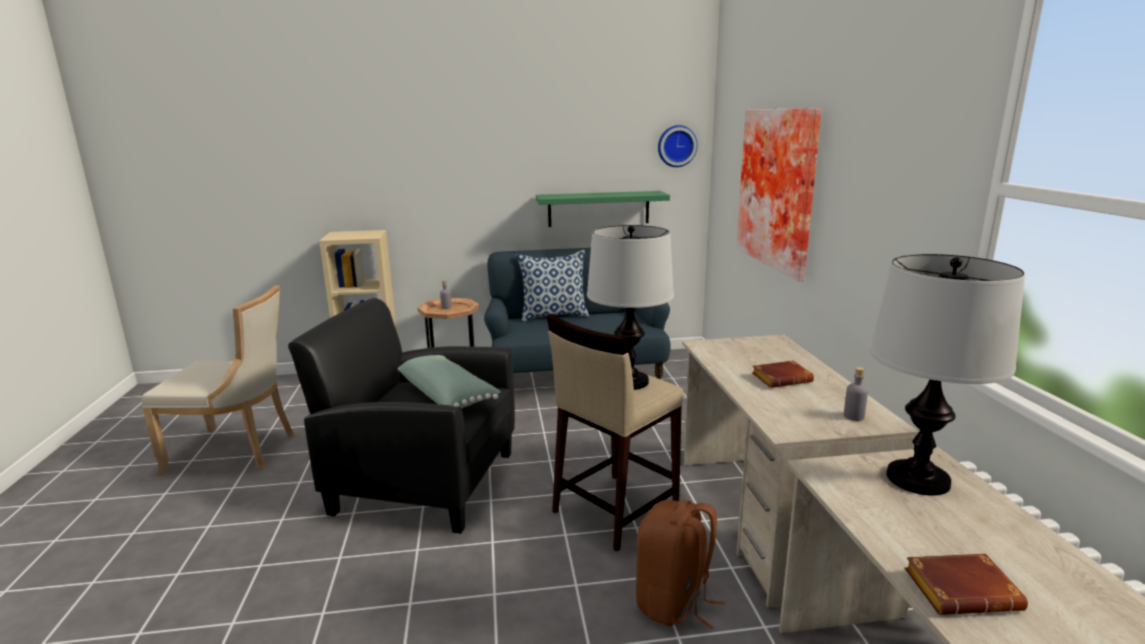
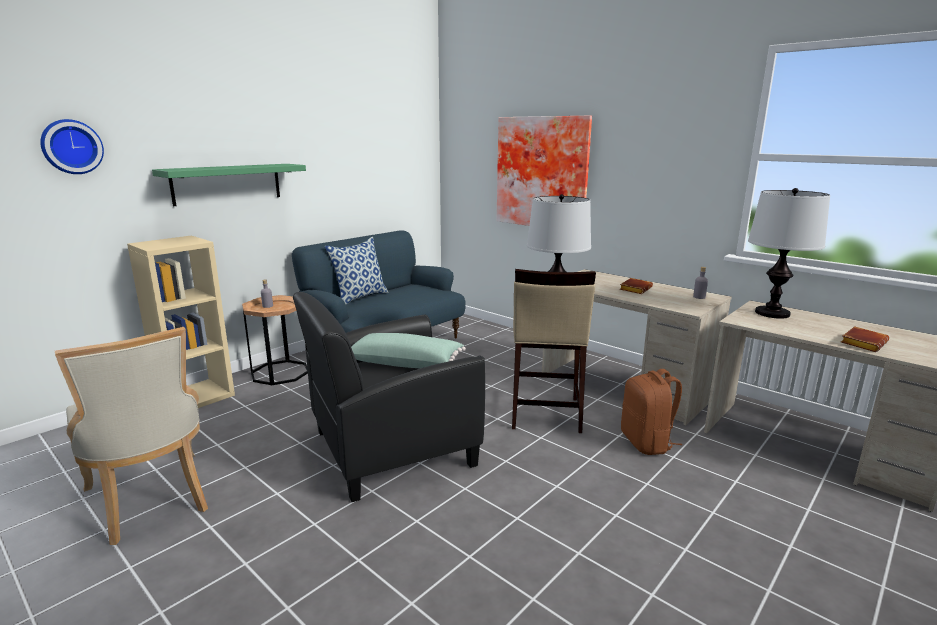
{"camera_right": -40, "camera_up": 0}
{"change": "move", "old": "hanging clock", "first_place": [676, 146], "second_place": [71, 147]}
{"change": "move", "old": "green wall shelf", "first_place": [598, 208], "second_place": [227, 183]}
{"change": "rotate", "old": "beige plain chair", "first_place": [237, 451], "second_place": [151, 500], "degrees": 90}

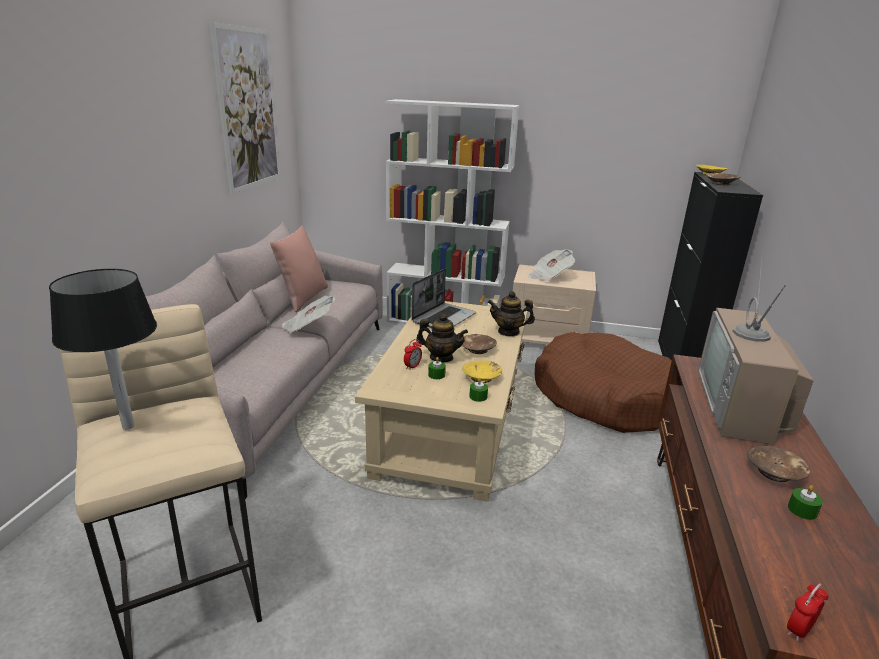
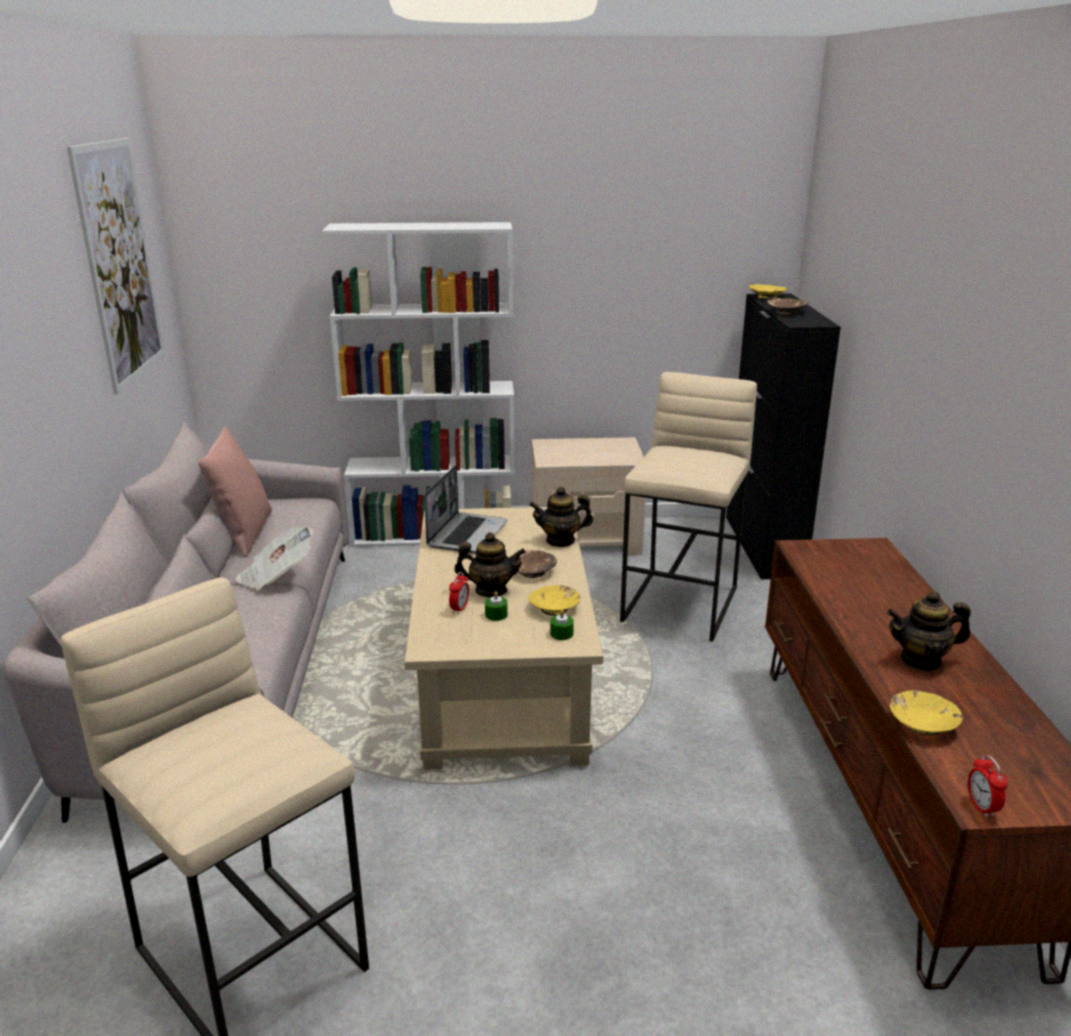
{"camera_right": -15, "camera_up": 0}
{"change": "delete", "old": "daily paper", "first_place": [549, 276]}
{"change": "delete", "old": "TV set", "first_place": [741, 406]}
{"change": "delete", "old": "black-coloured tabletop lamp", "first_place": [128, 426]}
{"change": "replace", "old": "brownish dog bed", "new": "beige stool seat", "first_place": [602, 396], "second_place": [681, 605]}
{"change": "replace", "old": "brownish deep dish", "new": "pot for tea", "first_place": [775, 472], "second_place": [921, 660]}
{"change": "delete", "old": "green wax light", "first_place": [802, 510]}
{"change": "rotate", "old": "alarm clock", "first_place": [798, 630], "second_place": [981, 807], "degrees": -45}
{"change": "insert", "new": "yellow-coloured deep dish", "second_place": [923, 723]}

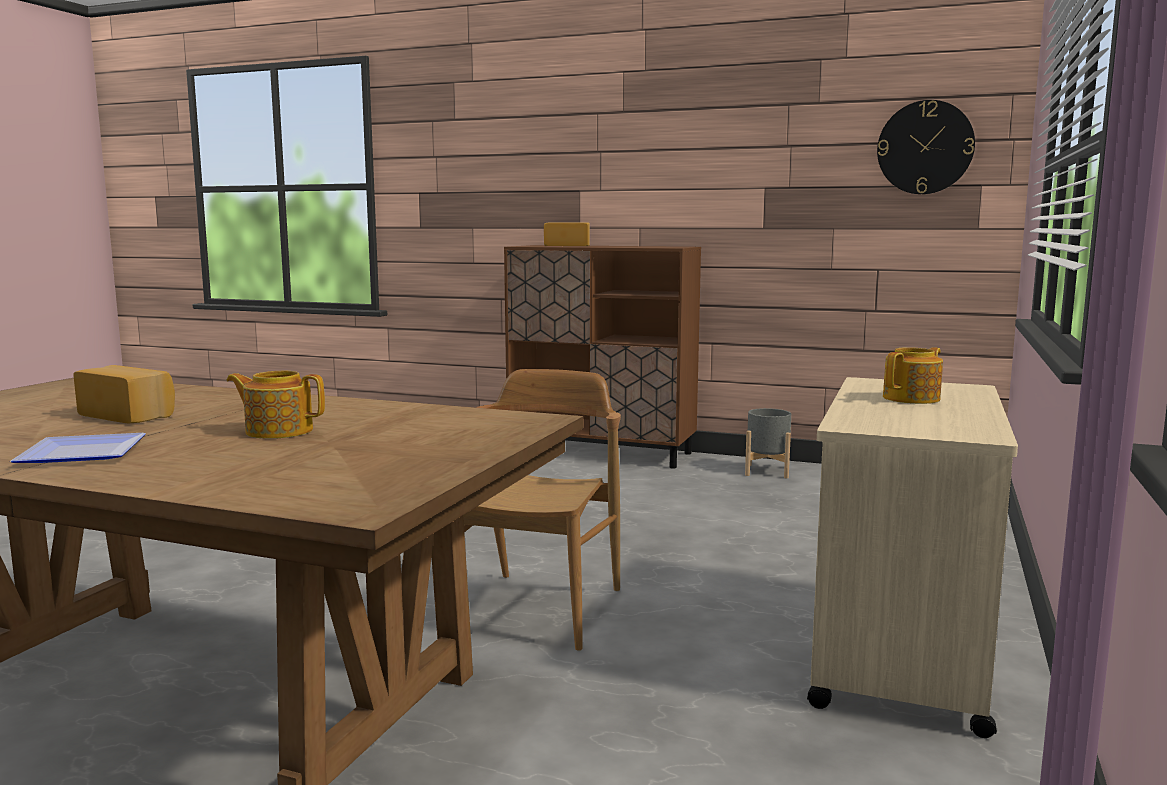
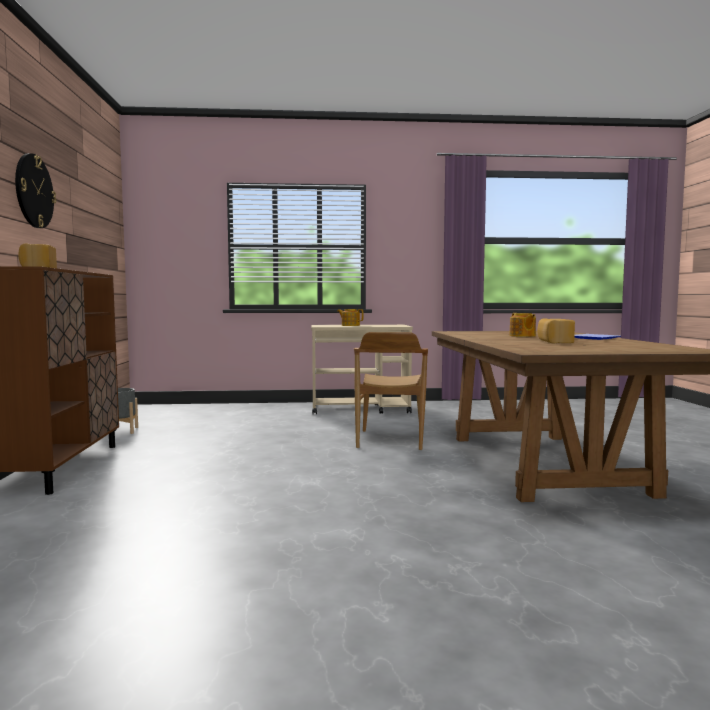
{"camera_right": -115, "camera_up": -5}
{"change": "move", "old": "hanging clock", "first_place": [925, 147], "second_place": [34, 191]}
{"change": "rotate", "old": "brownish plain chair", "first_place": [539, 609], "second_place": [390, 440], "degrees": -75}

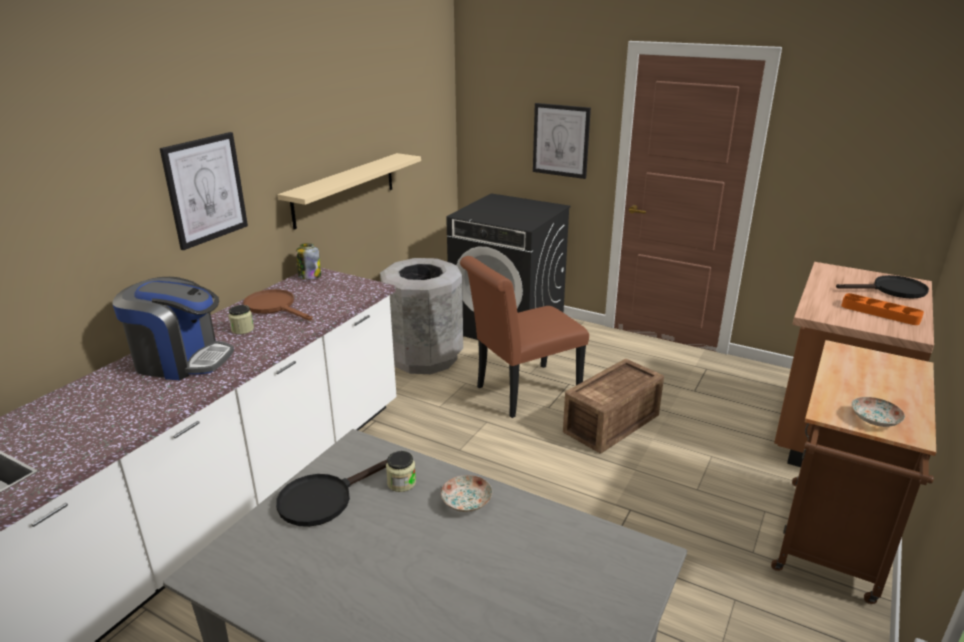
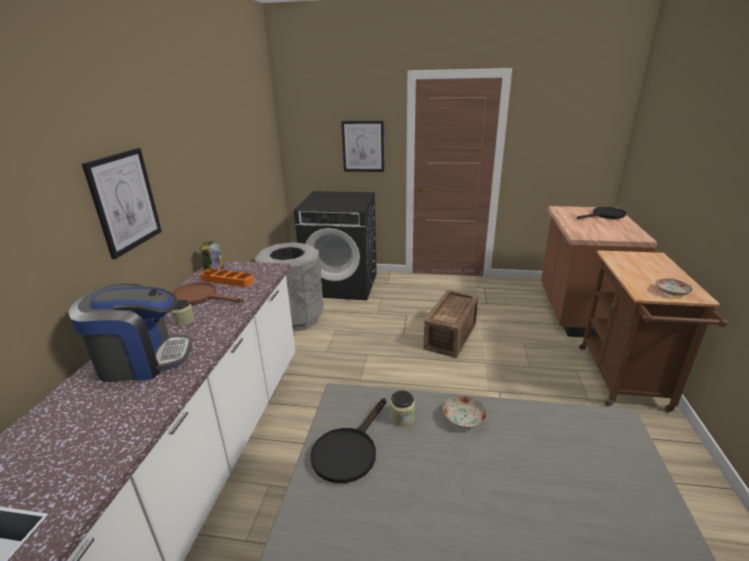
{"camera_right": -20, "camera_up": 0}
{"change": "delete", "old": "beige wall shelf", "first_place": [344, 189]}
{"change": "delete", "old": "brownish plain chair", "first_place": [522, 392]}
{"change": "move", "old": "orangey carrying tray", "first_place": [880, 313], "second_place": [227, 280]}

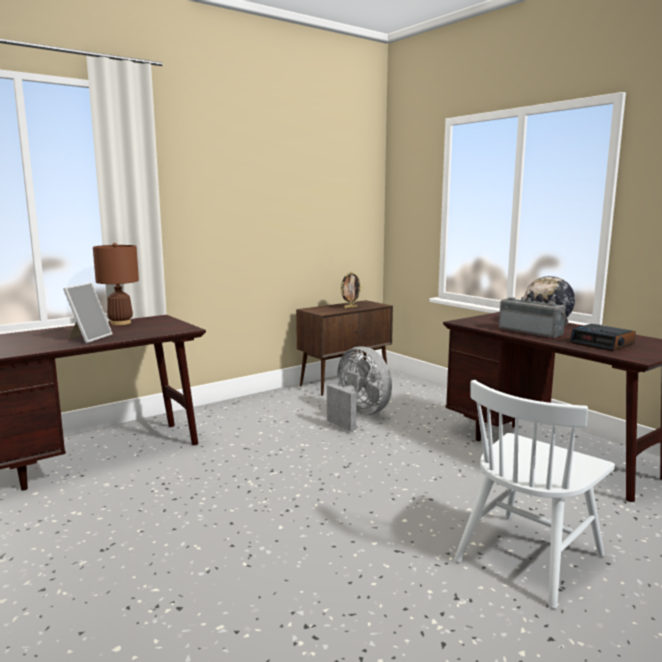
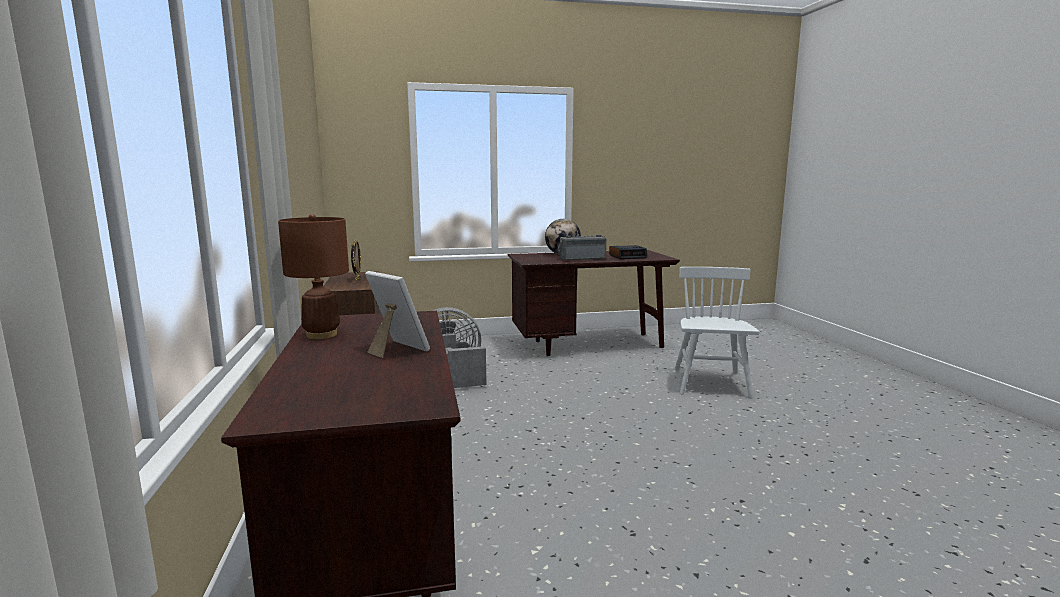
{"camera_right": -65, "camera_up": 0}
{"change": "rotate", "old": "white-coloured plain chair", "first_place": [528, 557], "second_place": [710, 383], "degrees": -150}

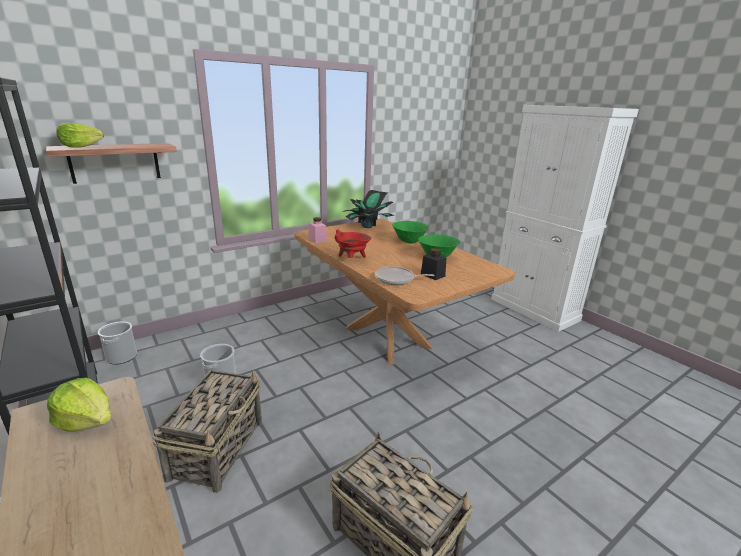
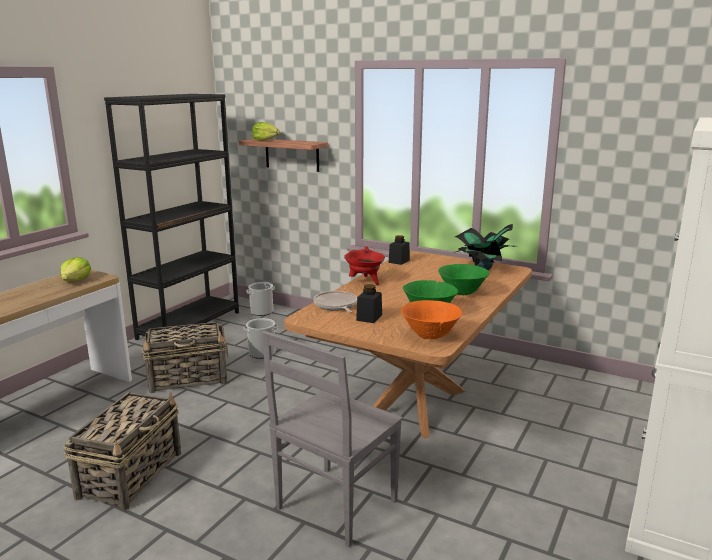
{"camera_right": 65, "camera_up": -5}
{"change": "recolor", "old": "pinkish jar", "new": "black-coloured jar", "first_place": [317, 240], "second_place": [399, 261]}
{"change": "insert", "new": "orangey deep dish", "second_place": [431, 336]}
{"change": "insert", "new": "grey plain chair", "second_place": [334, 506]}

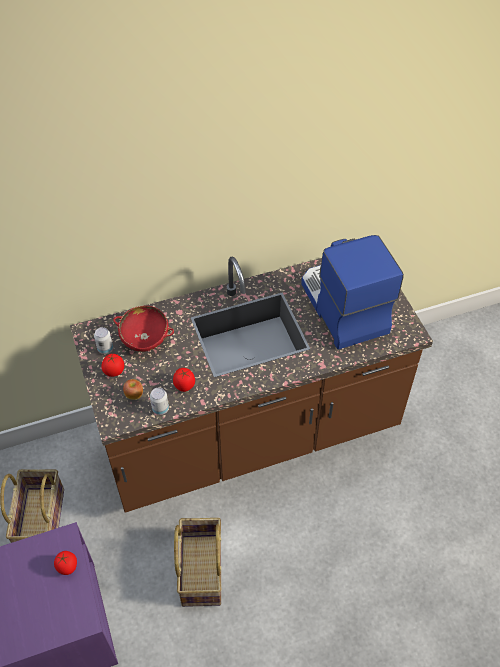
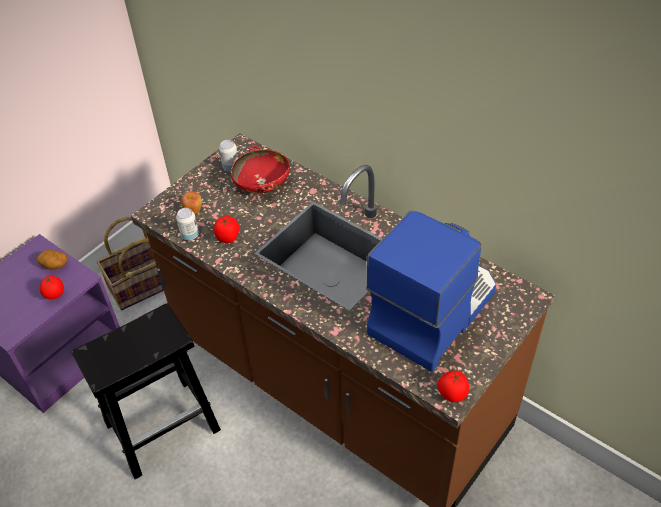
{"camera_right": 60, "camera_up": -5}
{"change": "move", "old": "whole tomato", "first_place": [114, 371], "second_place": [452, 394]}
{"change": "replace", "old": "basket", "new": "black-coloured stool seat", "first_place": [200, 570], "second_place": [164, 425]}
{"change": "insert", "new": "whole potato", "second_place": [54, 264]}

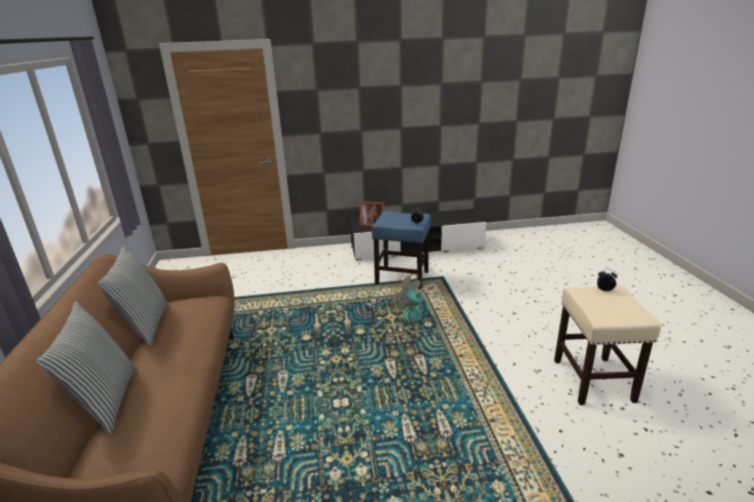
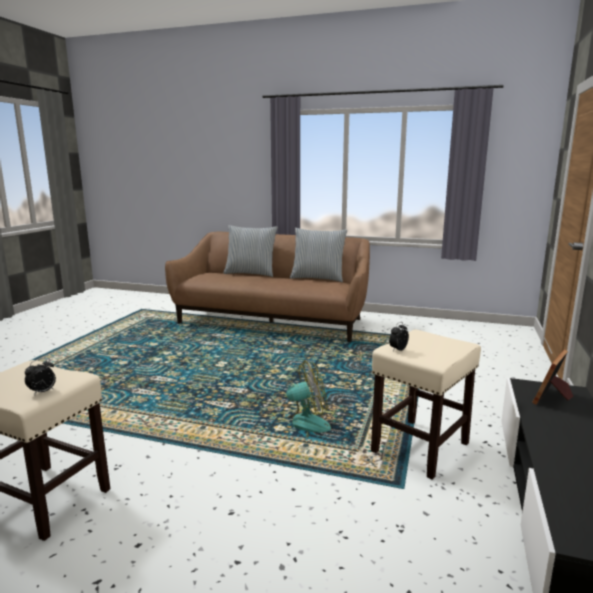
{"camera_right": 115, "camera_up": -10}
{"change": "recolor", "old": "blue-coloured stool seat", "new": "beige stool seat", "first_place": [403, 277], "second_place": [420, 448]}

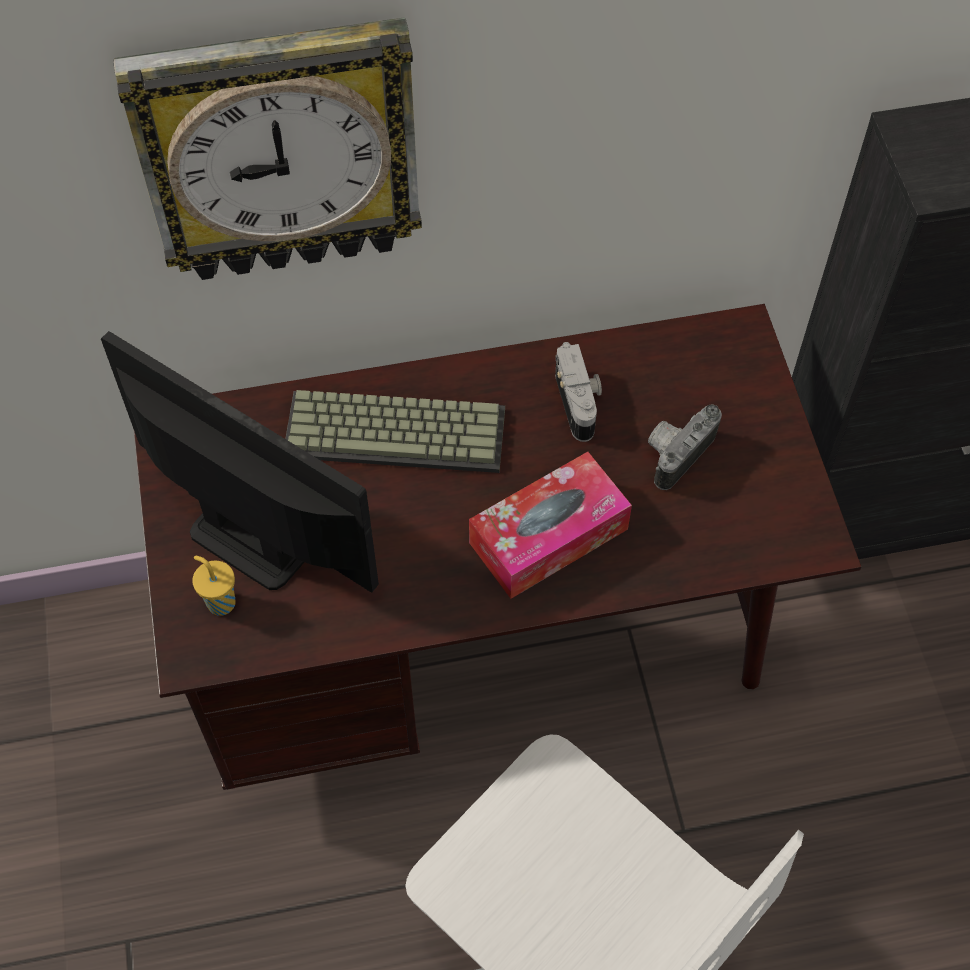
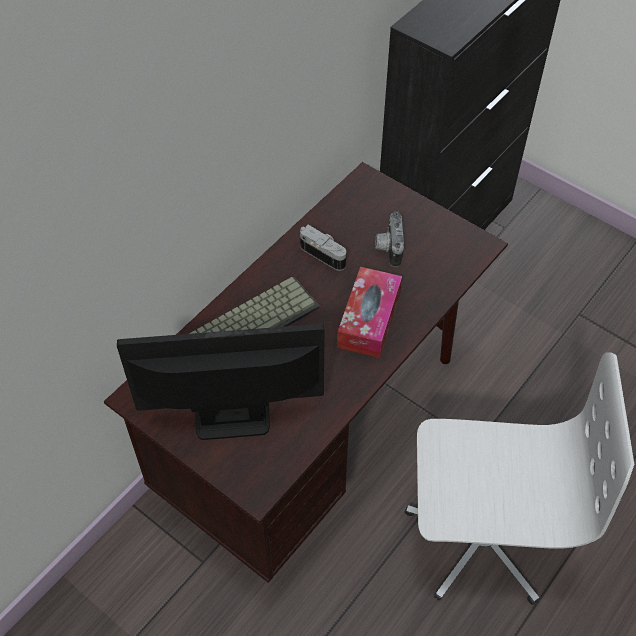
{"camera_right": -40, "camera_up": -5}
{"change": "delete", "old": "hanging clock", "first_place": [279, 152]}
{"change": "delete", "old": "yellow-coloured small cup", "first_place": [220, 602]}

